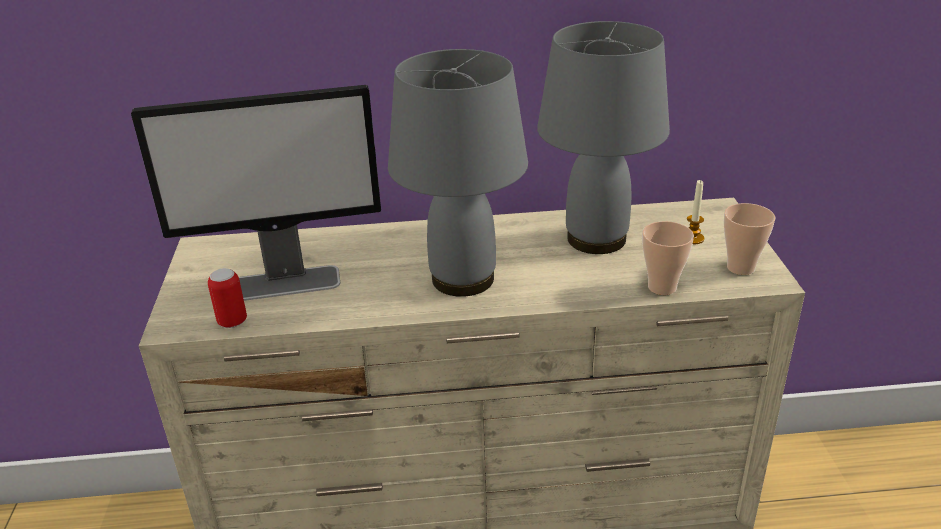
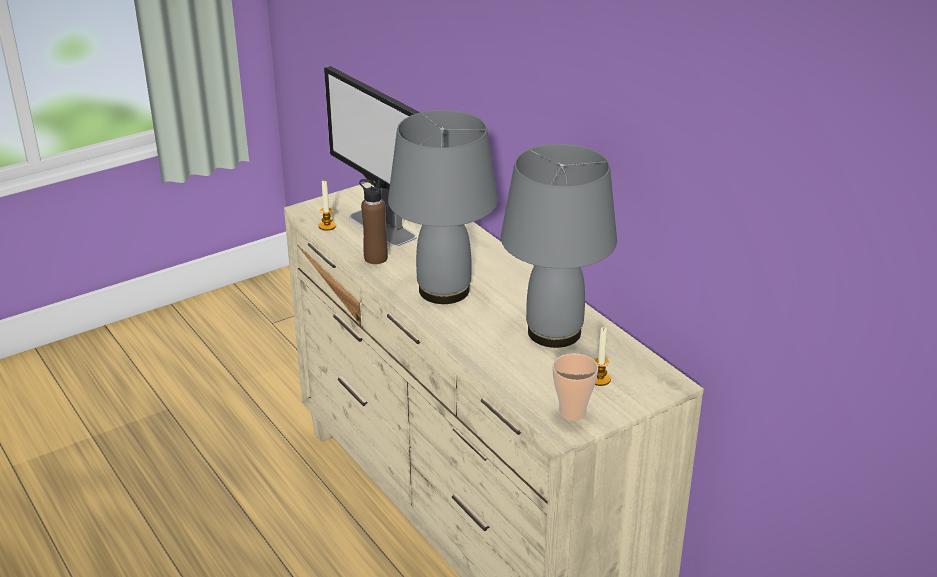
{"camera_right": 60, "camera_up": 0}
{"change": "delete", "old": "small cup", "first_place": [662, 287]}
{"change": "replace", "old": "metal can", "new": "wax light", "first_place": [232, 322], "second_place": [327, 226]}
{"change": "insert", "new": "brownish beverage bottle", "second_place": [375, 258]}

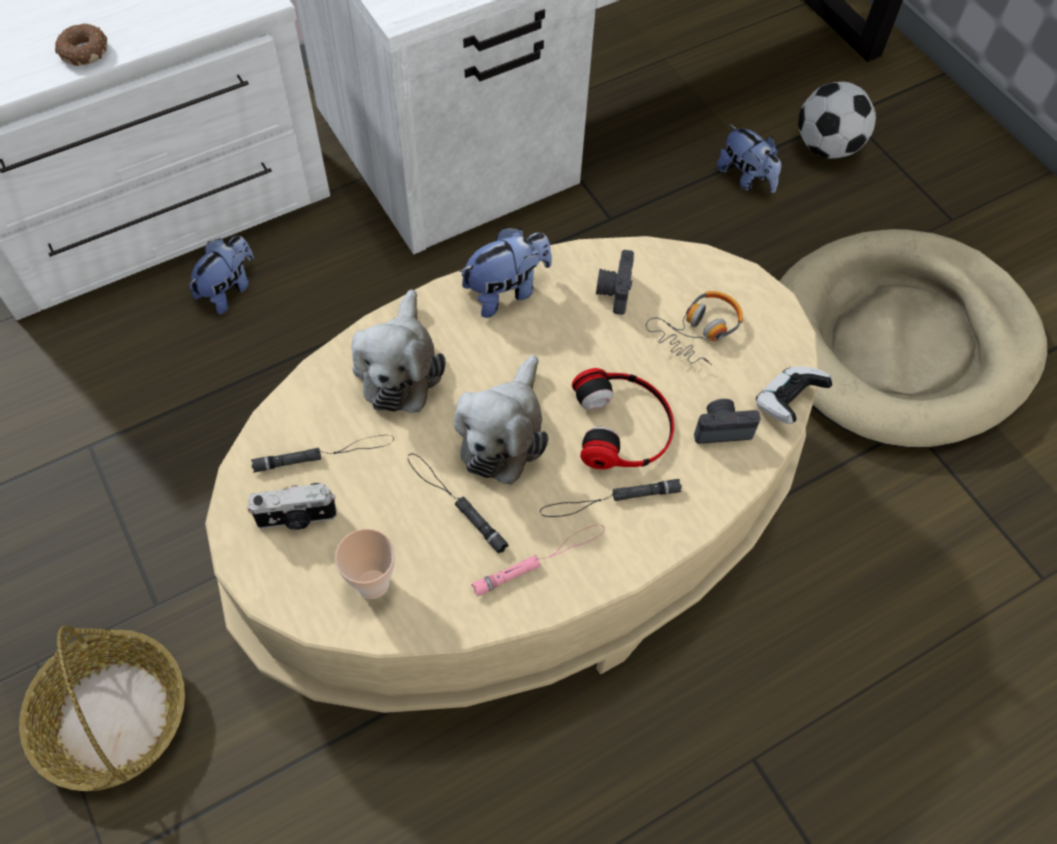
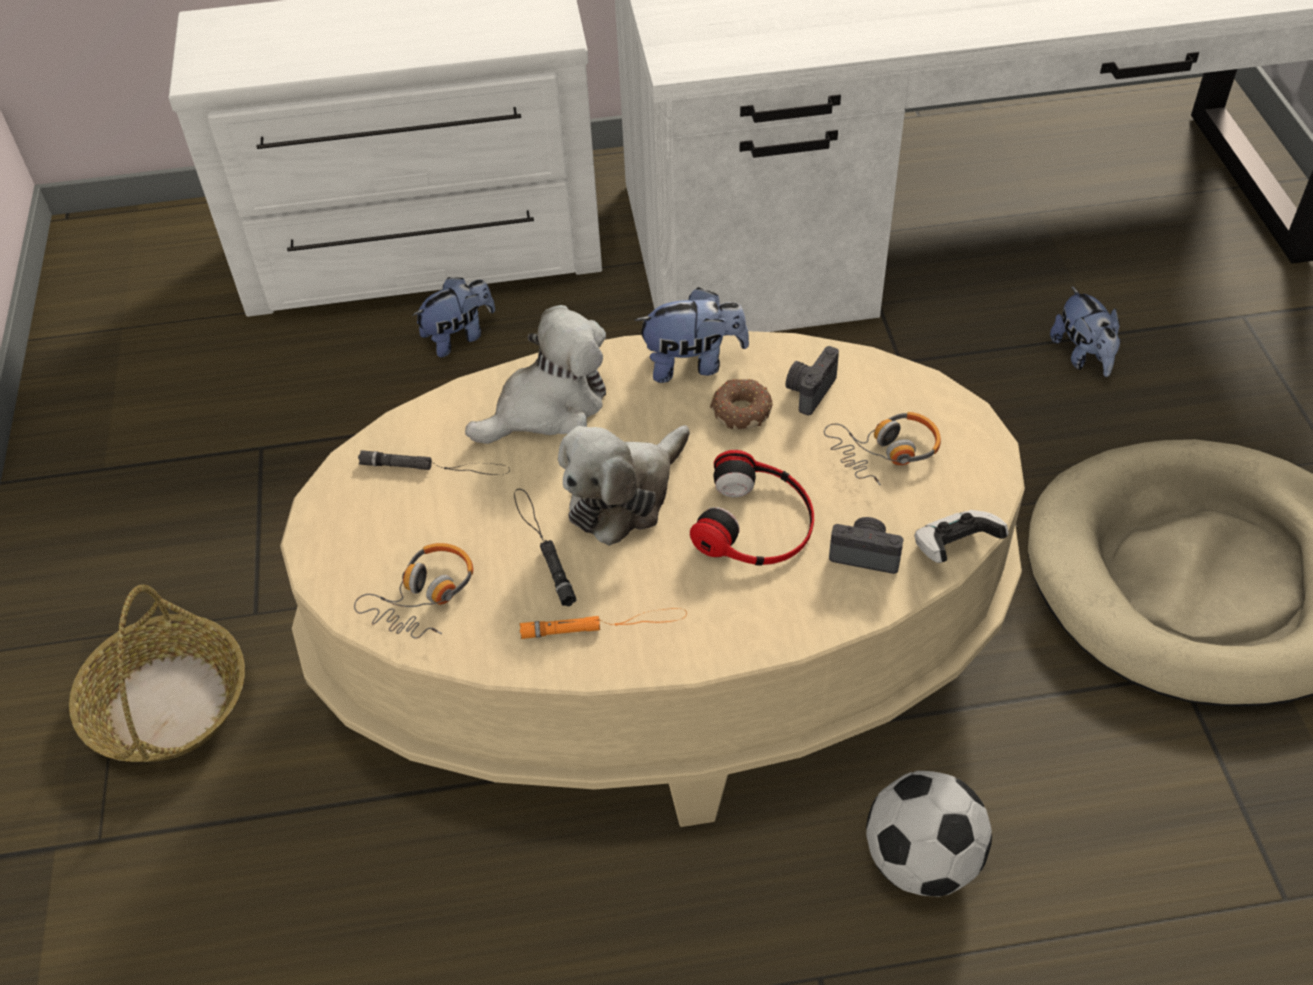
{"camera_right": 25, "camera_up": -10}
{"change": "move", "old": "doughnut", "first_place": [84, 51], "second_place": [741, 410]}
{"change": "move", "old": "football", "first_place": [826, 147], "second_place": [921, 860]}
{"change": "rotate", "old": "cuddly toy", "first_place": [400, 367], "second_place": [548, 407], "degrees": -150}
{"change": "delete", "old": "black-coloured hand torch", "first_place": [610, 500]}
{"change": "delete", "old": "still camera", "first_place": [297, 519]}
{"change": "recolor", "old": "pinkish hand torch", "new": "orangey hand torch", "first_place": [540, 559], "second_place": [604, 624]}
{"change": "replace", "old": "small cup", "new": "pair of headphones", "first_place": [373, 584], "second_place": [424, 597]}

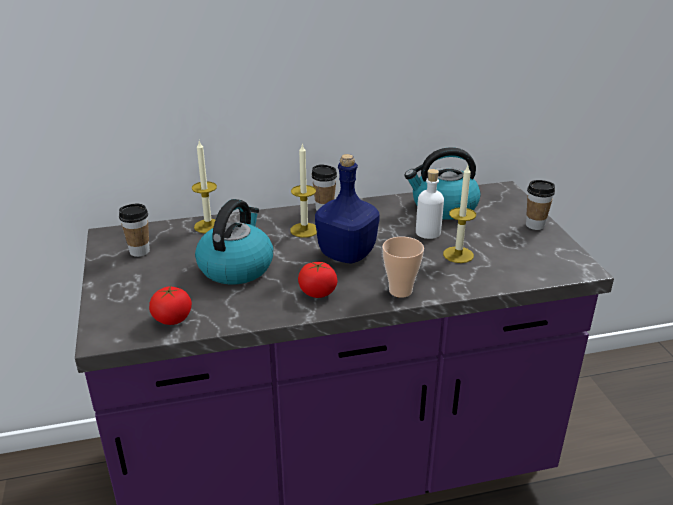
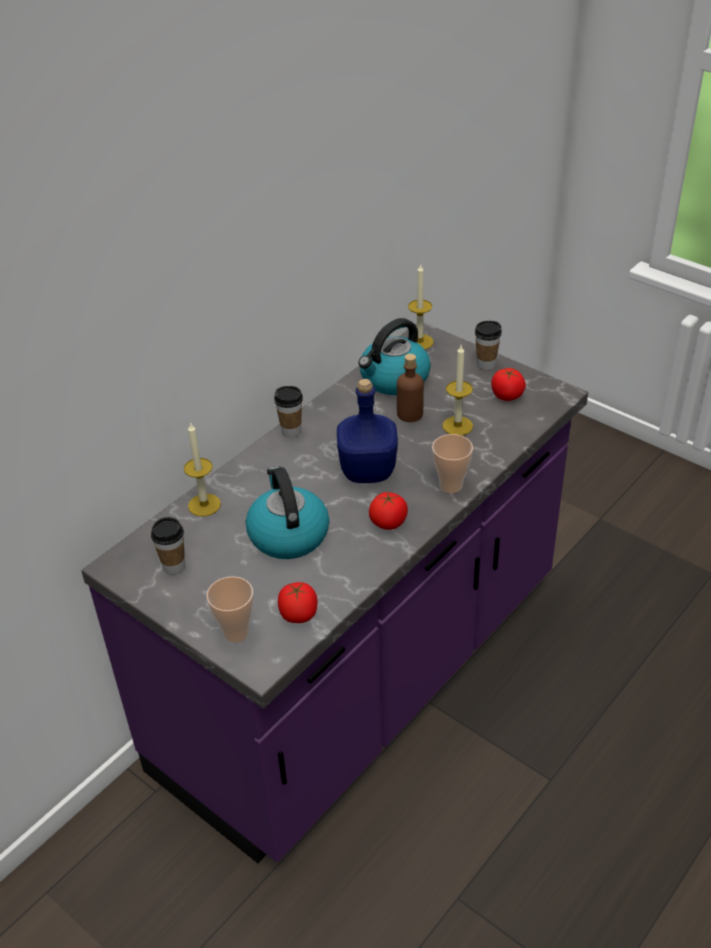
{"camera_right": -35, "camera_up": 10}
{"change": "move", "old": "wax light", "first_place": [304, 230], "second_place": [419, 342]}
{"change": "recolor", "old": "white-coloured beverage bottle", "new": "brownish beverage bottle", "first_place": [428, 232], "second_place": [410, 414]}
{"change": "insert", "new": "whole tomato", "second_place": [507, 395]}
{"change": "insert", "new": "small cup", "second_place": [236, 632]}

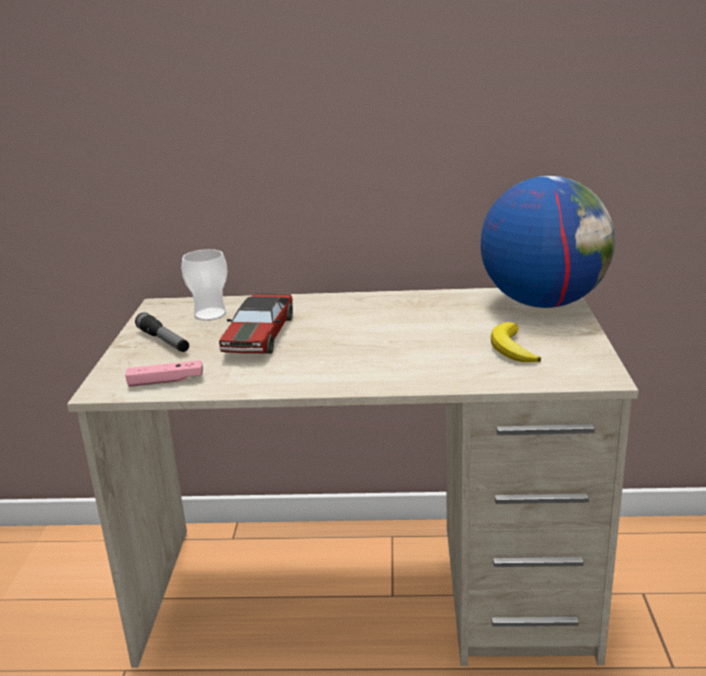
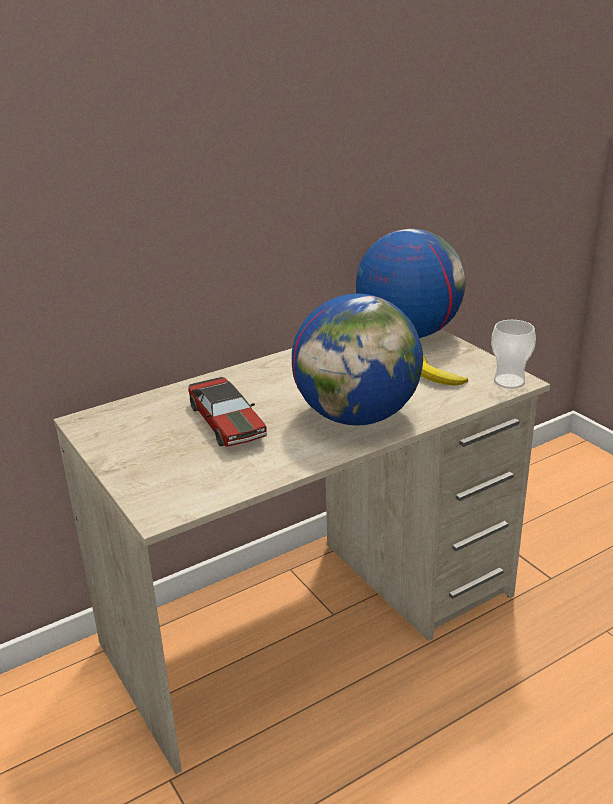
{"camera_right": -35, "camera_up": 5}
{"change": "move", "old": "small cup", "first_place": [210, 314], "second_place": [509, 381]}
{"change": "delete", "old": "hand torch", "first_place": [164, 341]}
{"change": "delete", "old": "pinkish game controller", "first_place": [166, 381]}
{"change": "insert", "new": "world globe", "second_place": [357, 416]}

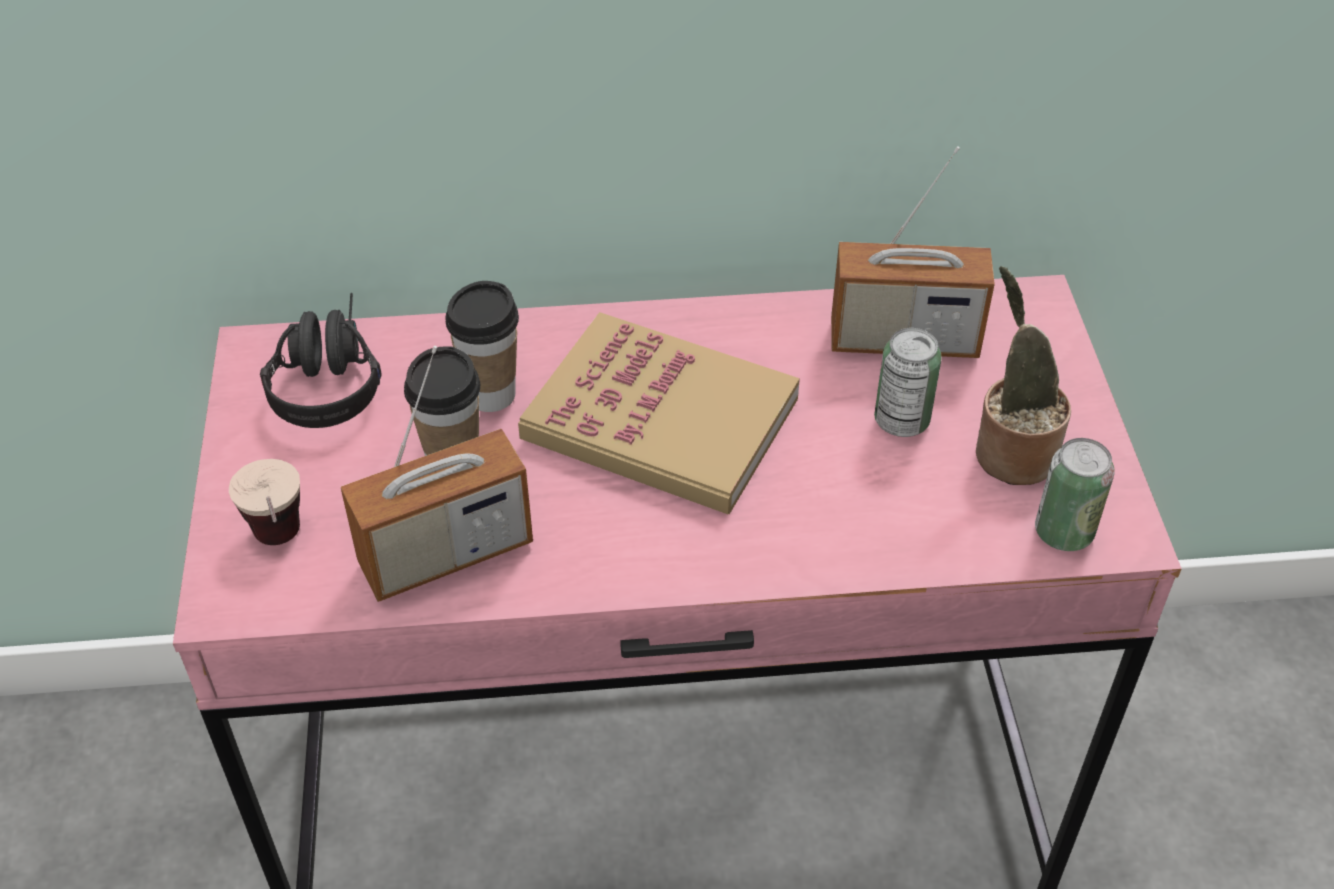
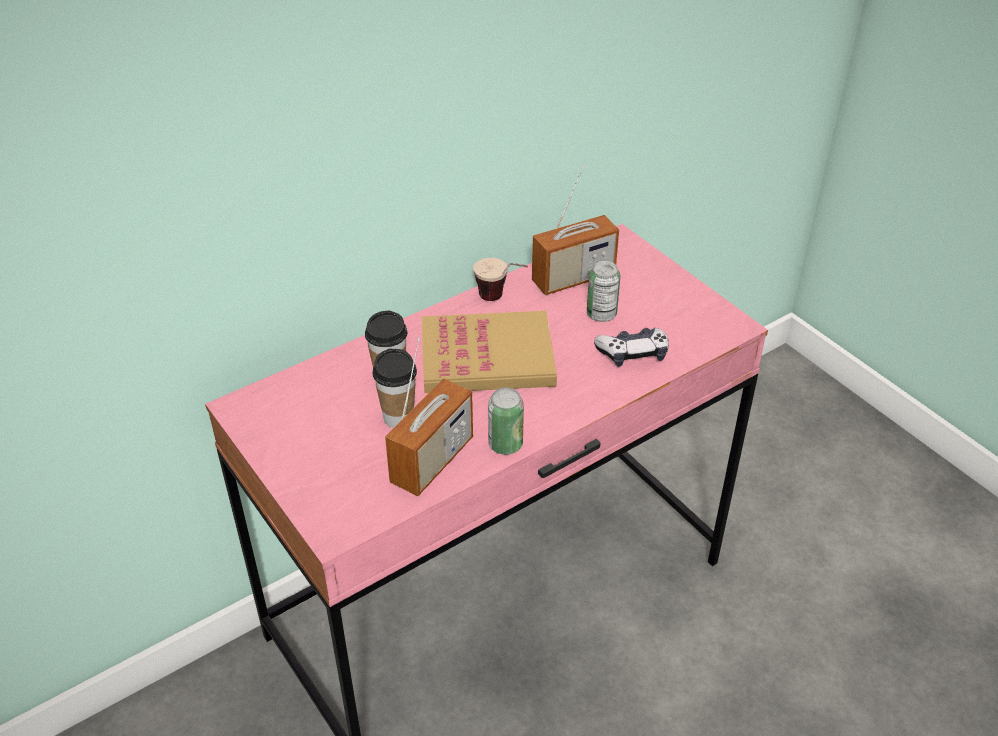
{"camera_right": -30, "camera_up": -5}
{"change": "delete", "old": "plant in a pot", "first_place": [1009, 452]}
{"change": "delete", "old": "black-coloured pair of headphones", "first_place": [327, 376]}
{"change": "move", "old": "metal can", "first_place": [1063, 532], "second_place": [505, 444]}
{"change": "move", "old": "small cup", "first_place": [283, 549], "second_place": [501, 300]}
{"change": "insert", "new": "game controller", "second_place": [632, 354]}

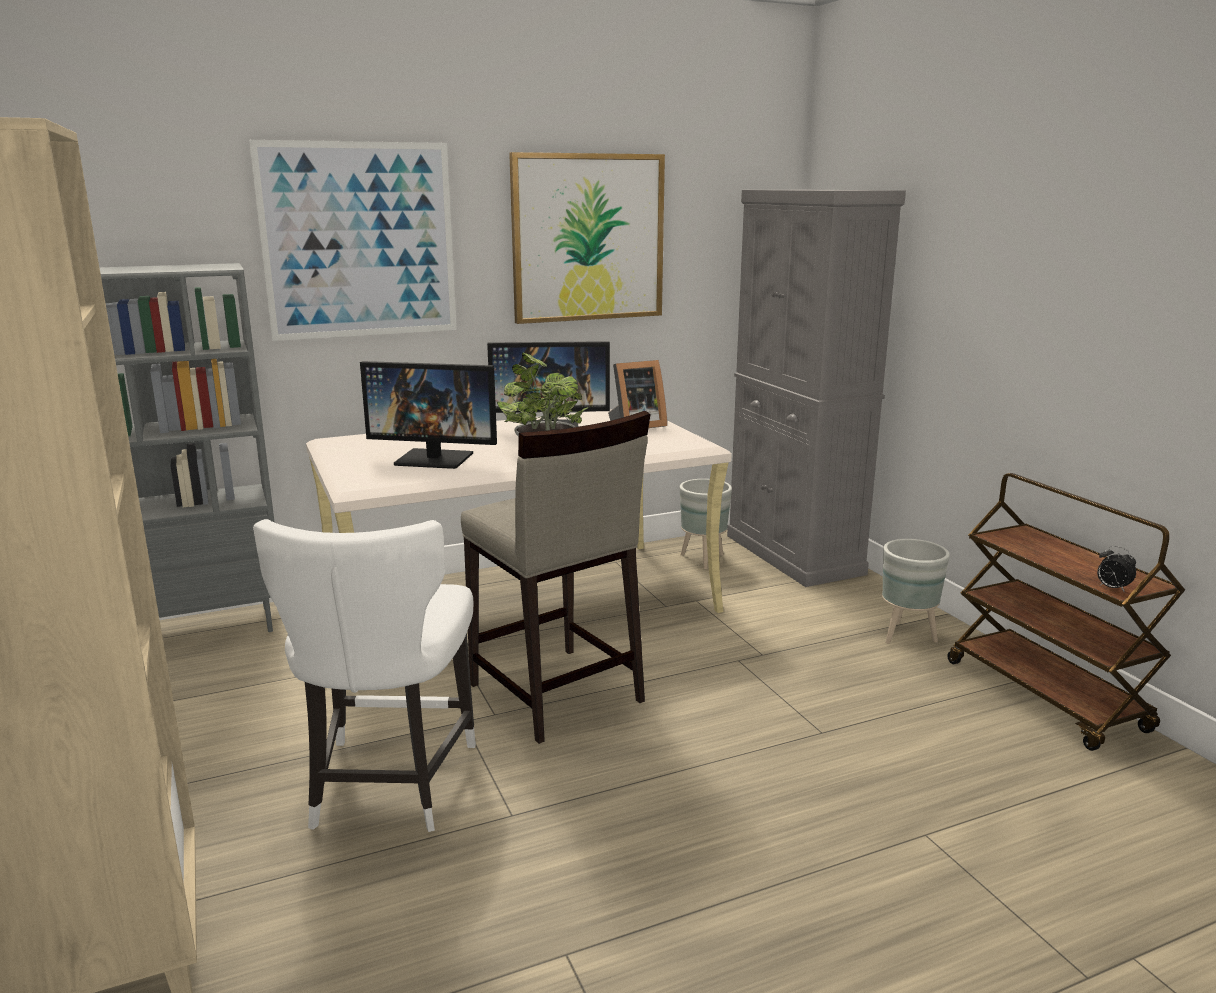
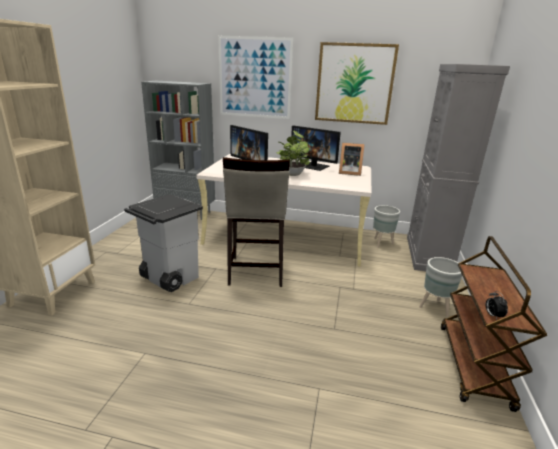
{"camera_right": 35, "camera_up": 5}
{"change": "replace", "old": "white-coloured plain chair", "new": "grey trash can", "first_place": [388, 786], "second_place": [169, 278]}

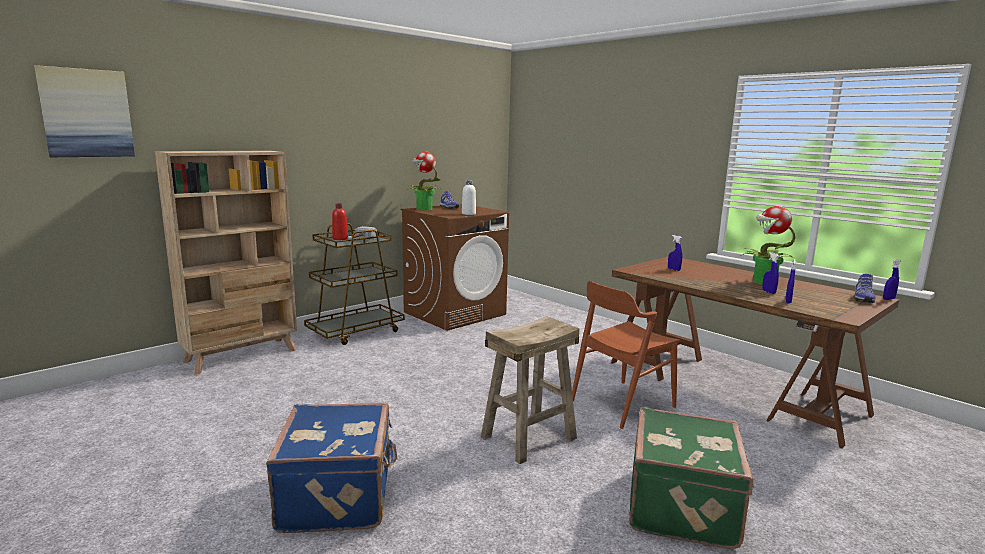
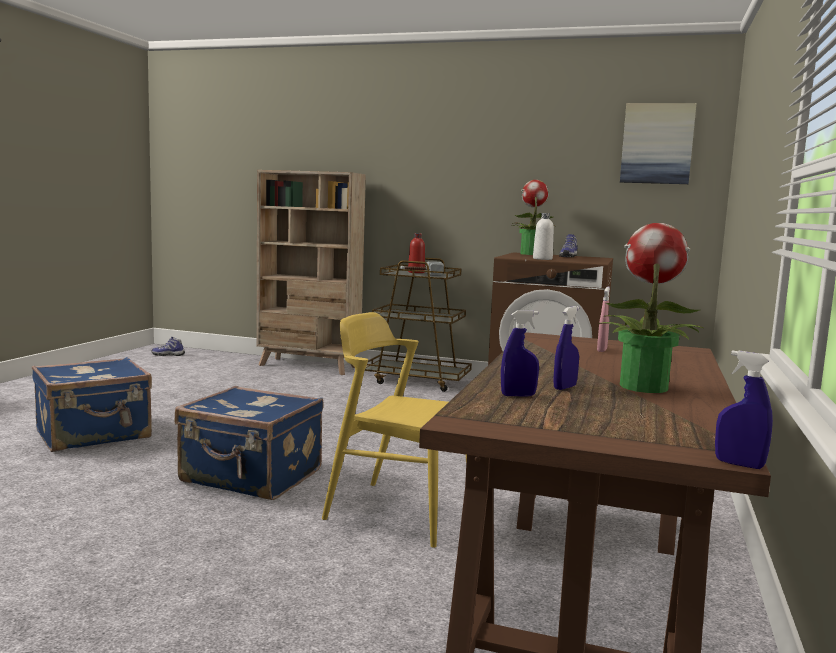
{"camera_right": 60, "camera_up": -5}
{"change": "move", "old": "wall picture", "first_place": [86, 113], "second_place": [657, 144]}
{"change": "recolor", "old": "blue-coloured sprayer", "new": "pinkish sprayer", "first_place": [674, 269], "second_place": [602, 350]}
{"change": "move", "old": "item of footwear", "first_place": [862, 299], "second_place": [168, 355]}
{"change": "recolor", "old": "brownish plain chair", "new": "yellow-coloured plain chair", "first_place": [622, 403], "second_place": [400, 512]}
{"change": "replace", "old": "beige stool seat", "new": "blue-coloured suitcase", "first_place": [528, 437], "second_place": [251, 477]}
{"change": "delete", "old": "green suitcase", "first_place": [684, 507]}

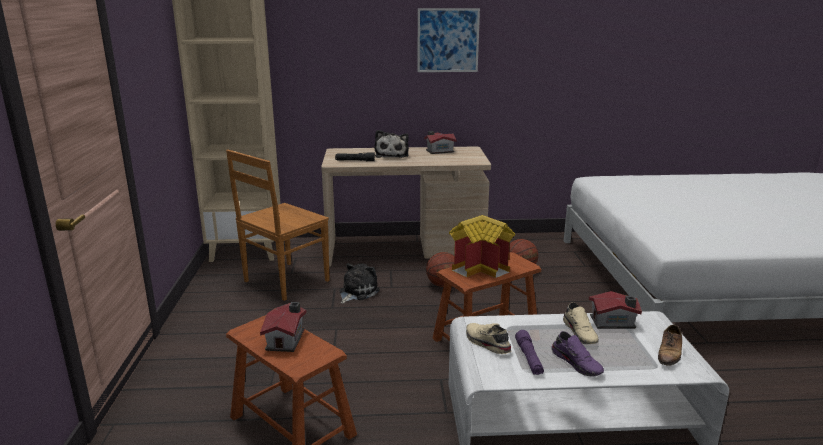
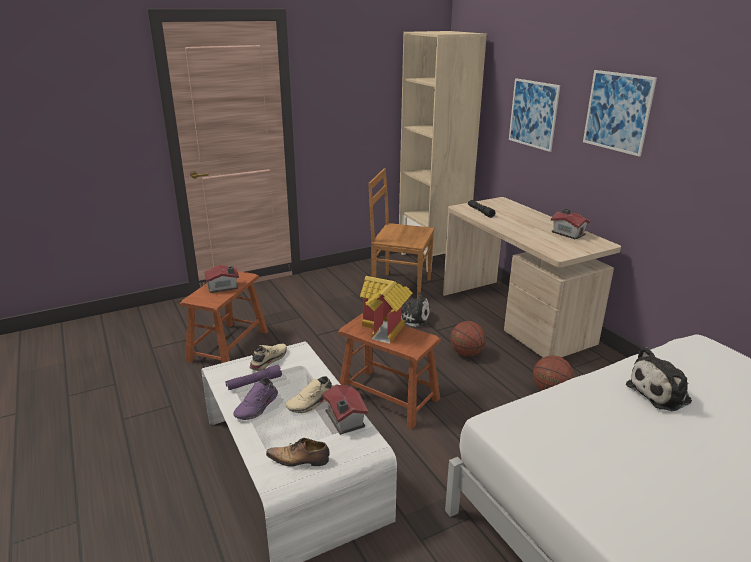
{"camera_right": 65, "camera_up": 5}
{"change": "move", "old": "cuddly toy", "first_place": [392, 155], "second_place": [661, 393]}
{"change": "insert", "new": "wall picture", "second_place": [533, 114]}

